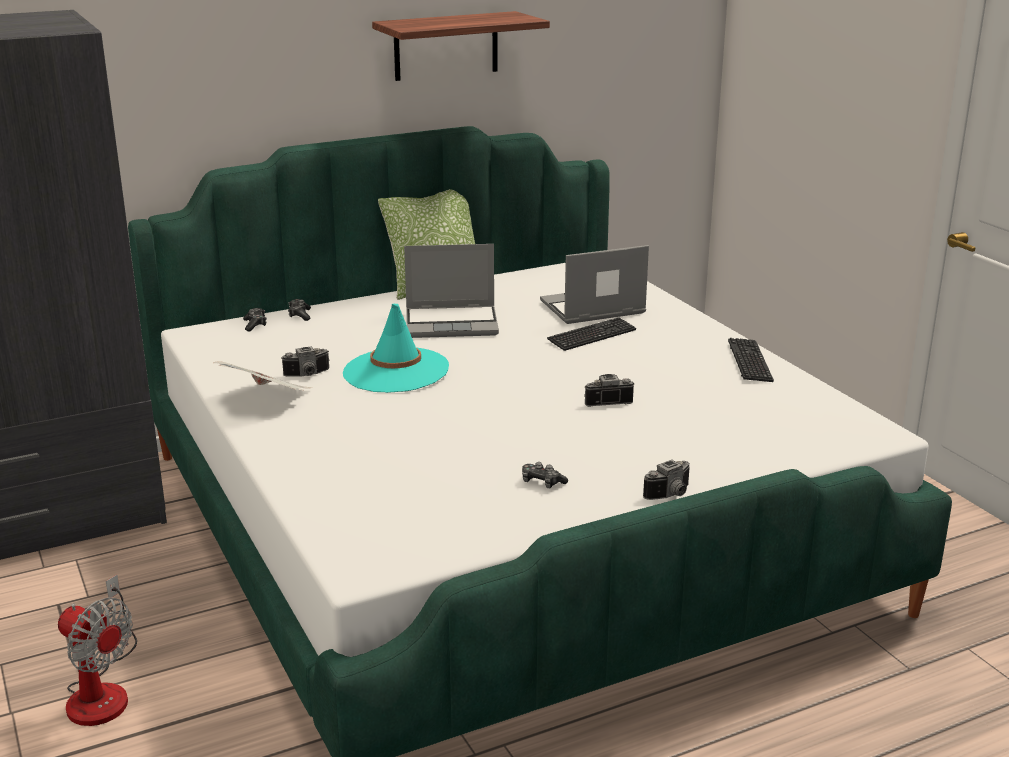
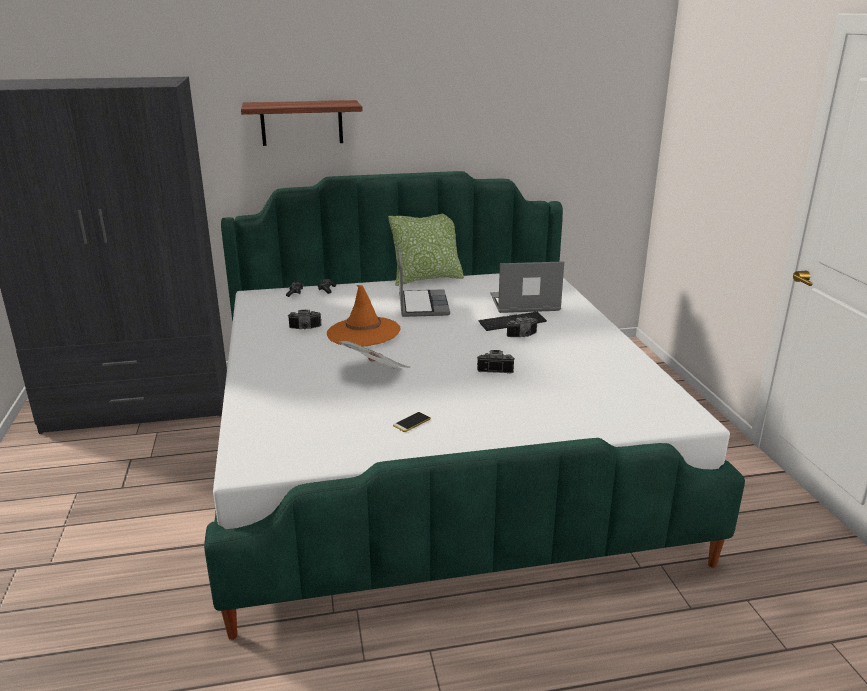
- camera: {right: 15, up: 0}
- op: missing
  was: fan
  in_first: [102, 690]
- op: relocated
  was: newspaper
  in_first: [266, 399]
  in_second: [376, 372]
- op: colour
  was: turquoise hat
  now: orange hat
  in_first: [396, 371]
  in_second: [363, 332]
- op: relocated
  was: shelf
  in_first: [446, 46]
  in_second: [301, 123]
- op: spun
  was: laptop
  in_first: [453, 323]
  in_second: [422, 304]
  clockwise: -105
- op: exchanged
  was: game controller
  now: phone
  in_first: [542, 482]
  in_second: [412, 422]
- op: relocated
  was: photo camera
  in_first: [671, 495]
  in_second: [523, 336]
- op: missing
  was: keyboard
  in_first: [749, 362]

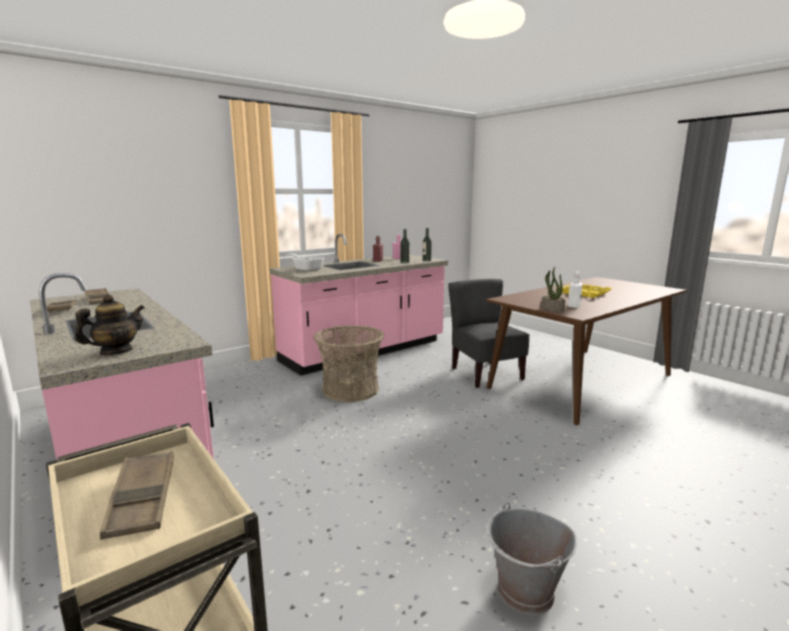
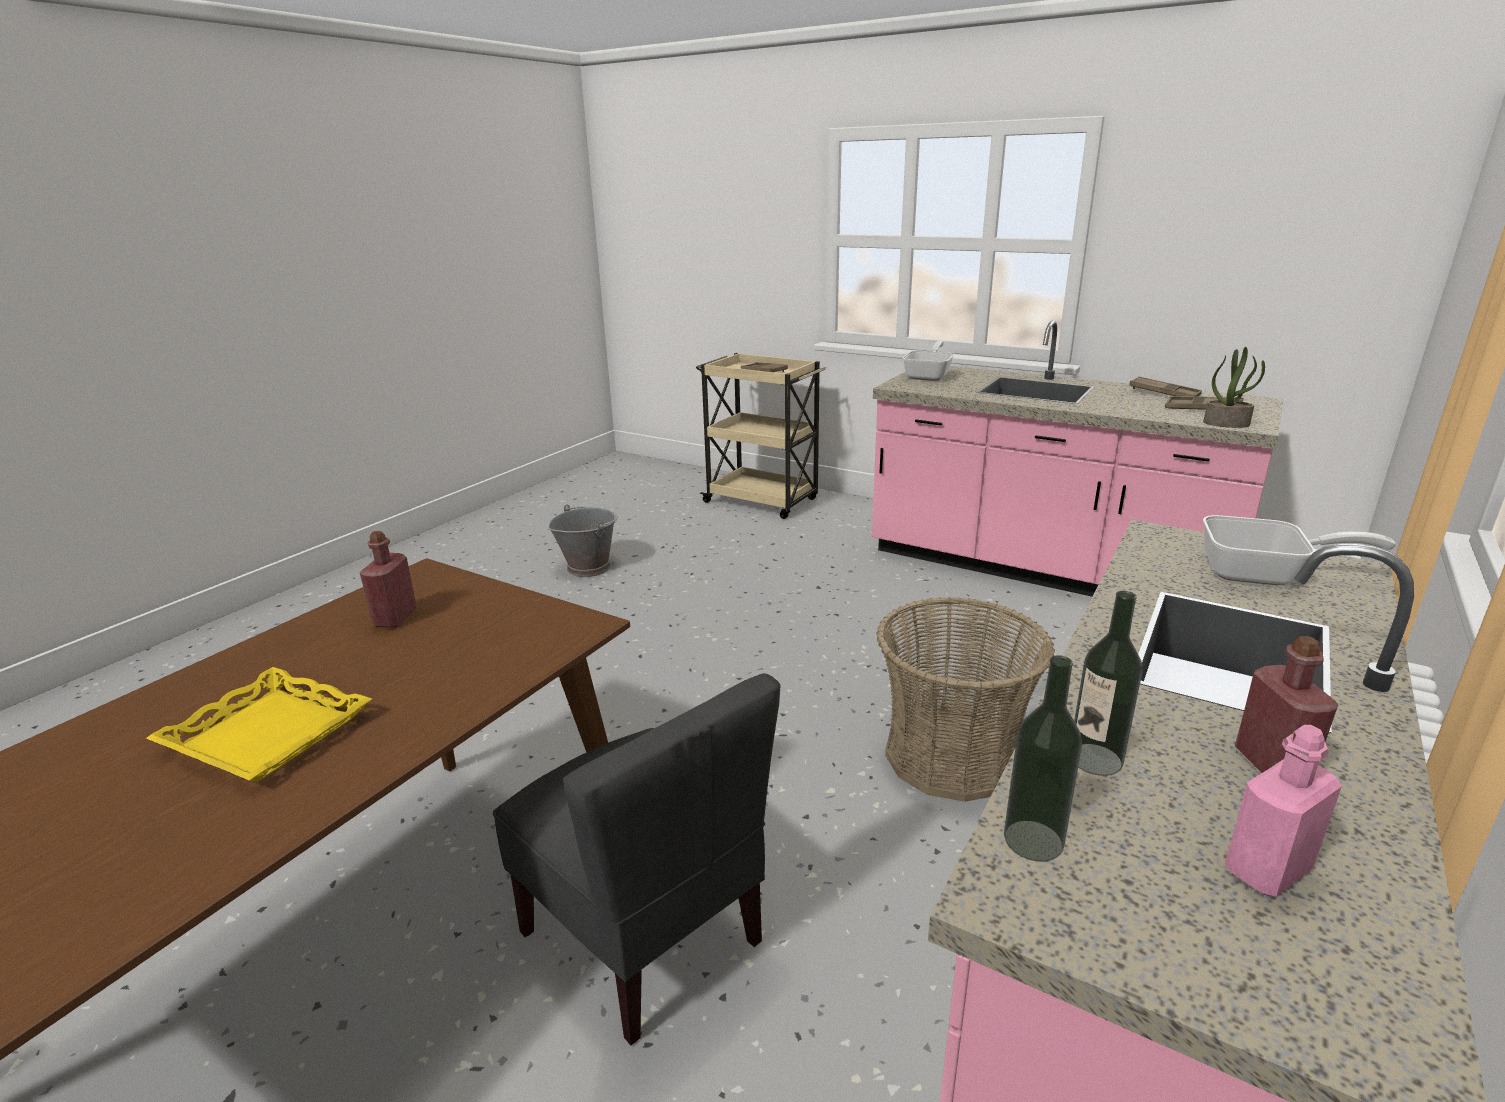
- camera: {right: 160, up: 10}
- op: exchanged
  was: teapot
  now: frying pan
  in_first: [116, 351]
  in_second: [929, 375]
- op: relocated
  was: potted plant
  in_first: [552, 309]
  in_second: [1226, 423]
- op: colour
  was: white bottle
  now: red bottle
  in_first: [574, 306]
  in_second: [395, 618]

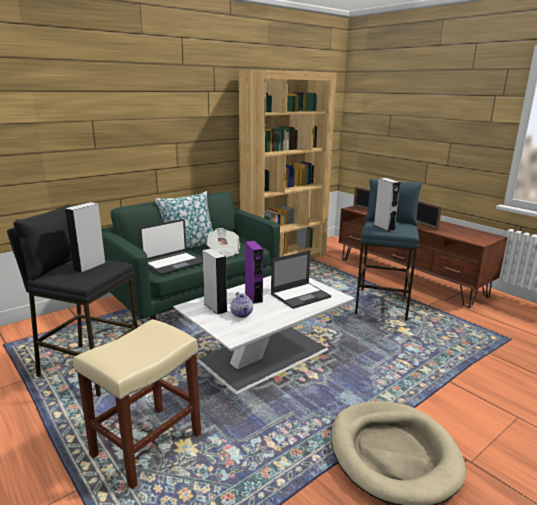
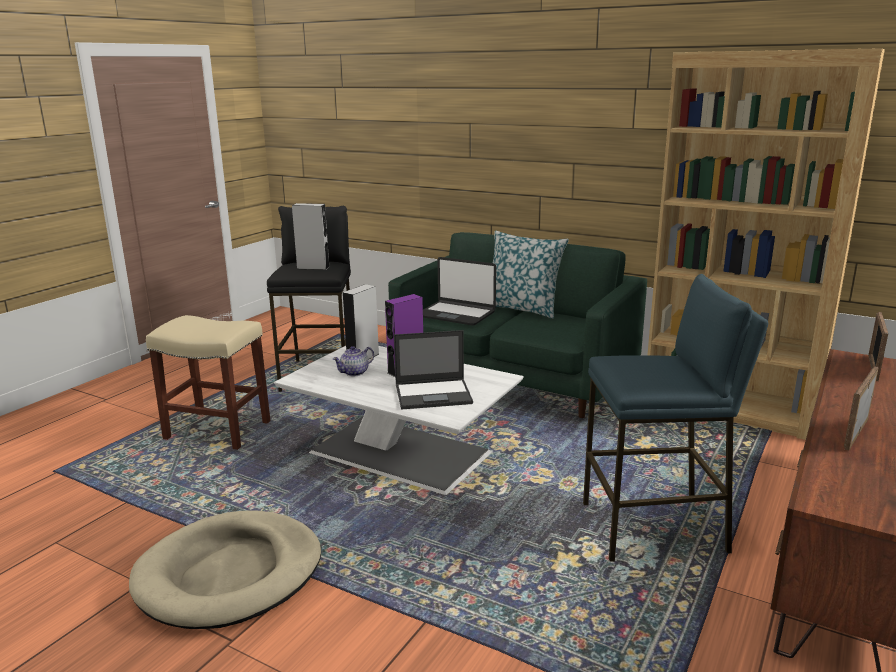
- camera: {right: 70, up: 0}
- op: missing
  was: newspaper
  in_first: [223, 252]
- op: spun
  was: laptop
  in_first: [301, 295]
  in_second: [434, 394]
  clockwise: -45
- op: missing
  was: grey speaker
  in_first: [384, 227]

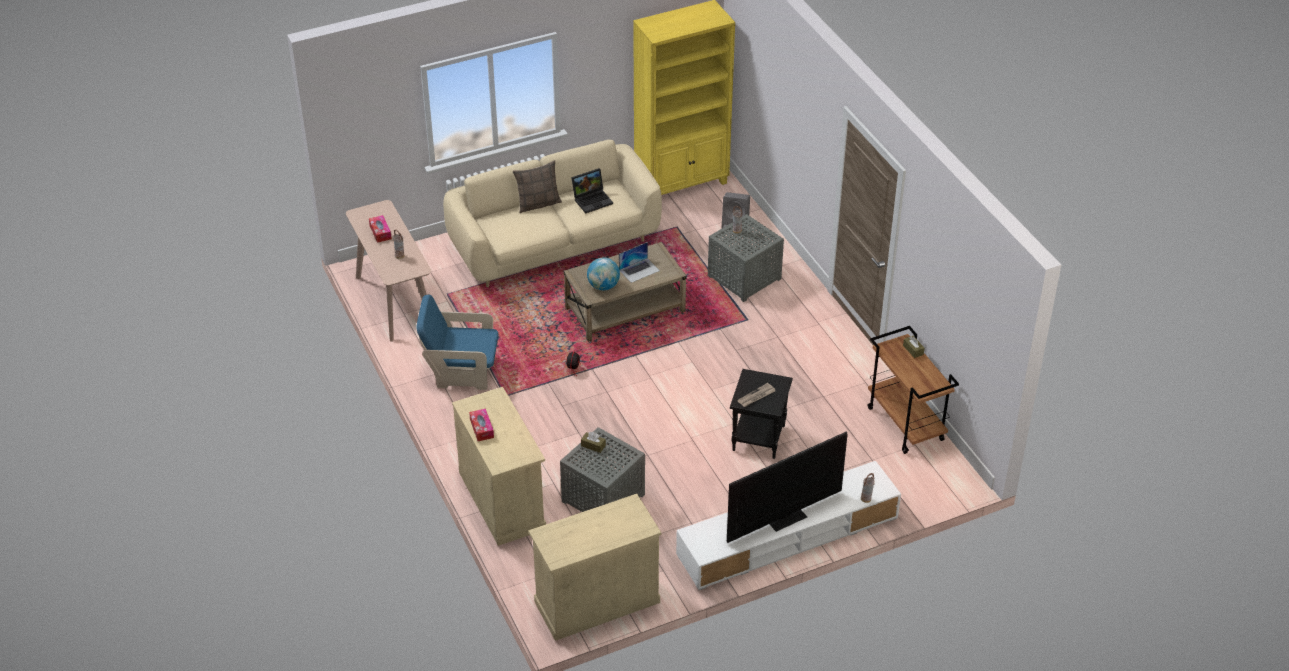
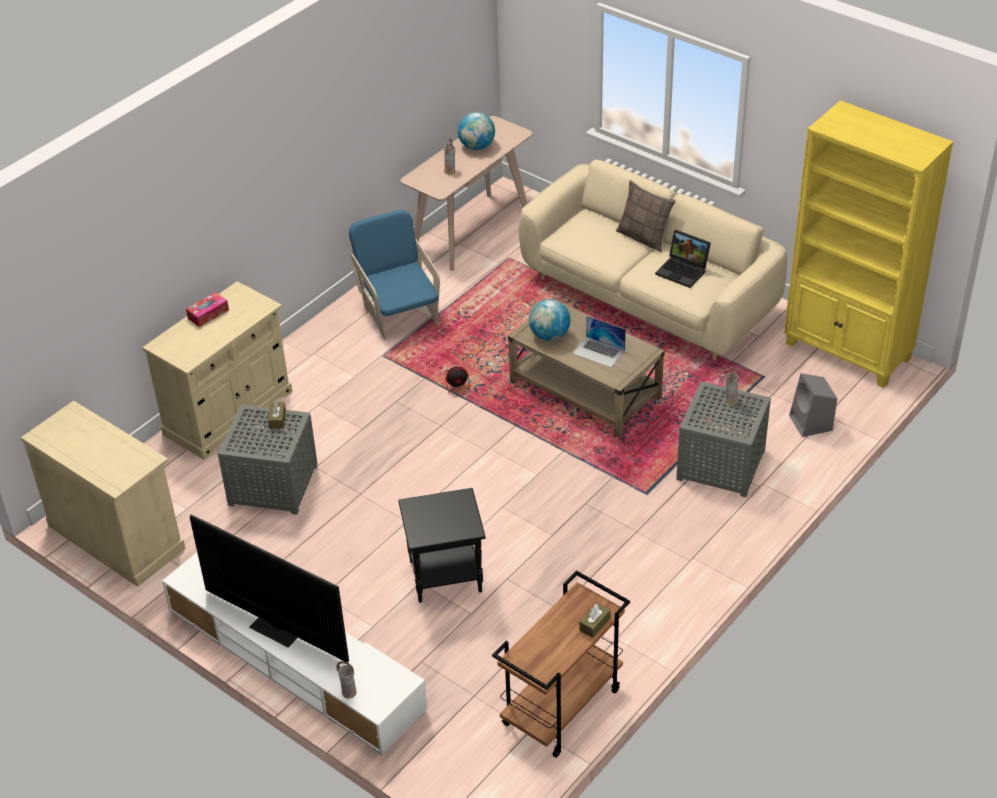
- camera: {right: 65, up: 0}
- op: exchanged
  was: tissue box
  now: globe
  in_first: [380, 232]
  in_second: [477, 147]
- op: missing
  was: newspaper
  in_first: [756, 396]

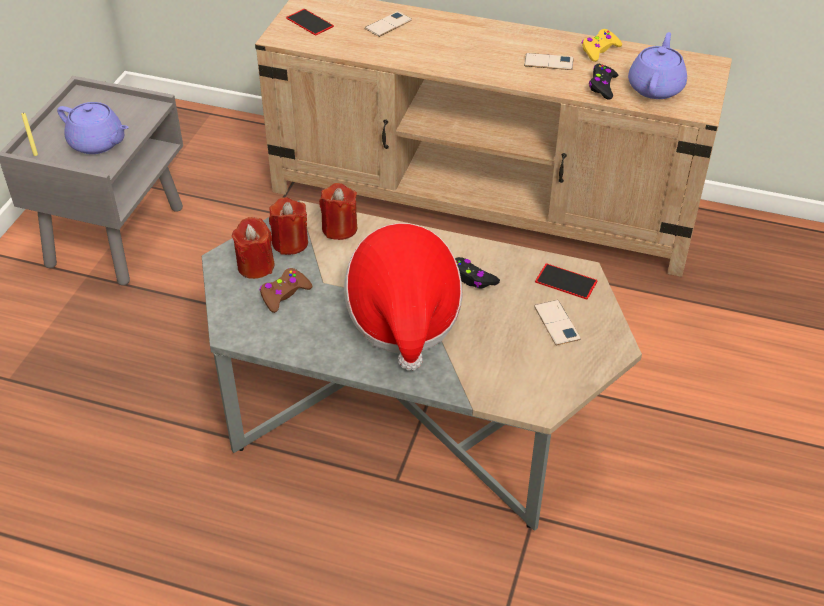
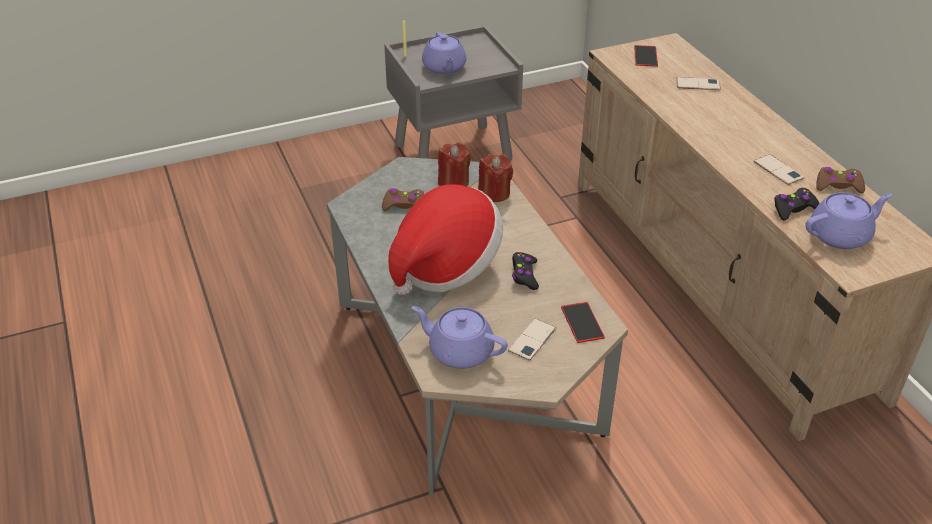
- camera: {right: 50, up: -5}
- op: missing
  was: red candle
  in_first: [256, 266]
- op: colour
  was: yellow game controller
  now: brown game controller
  in_first: [599, 50]
  in_second: [838, 185]
- op: appeared
  now: purple teapot
  in_second: [459, 351]

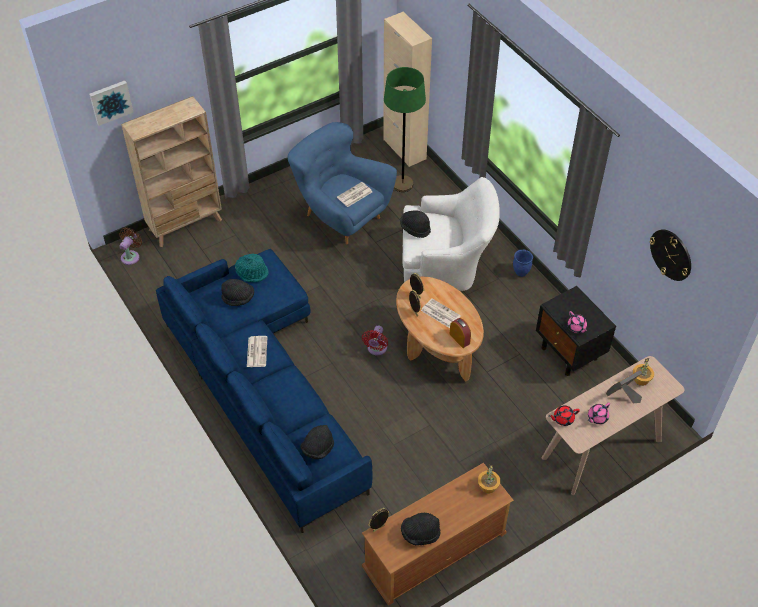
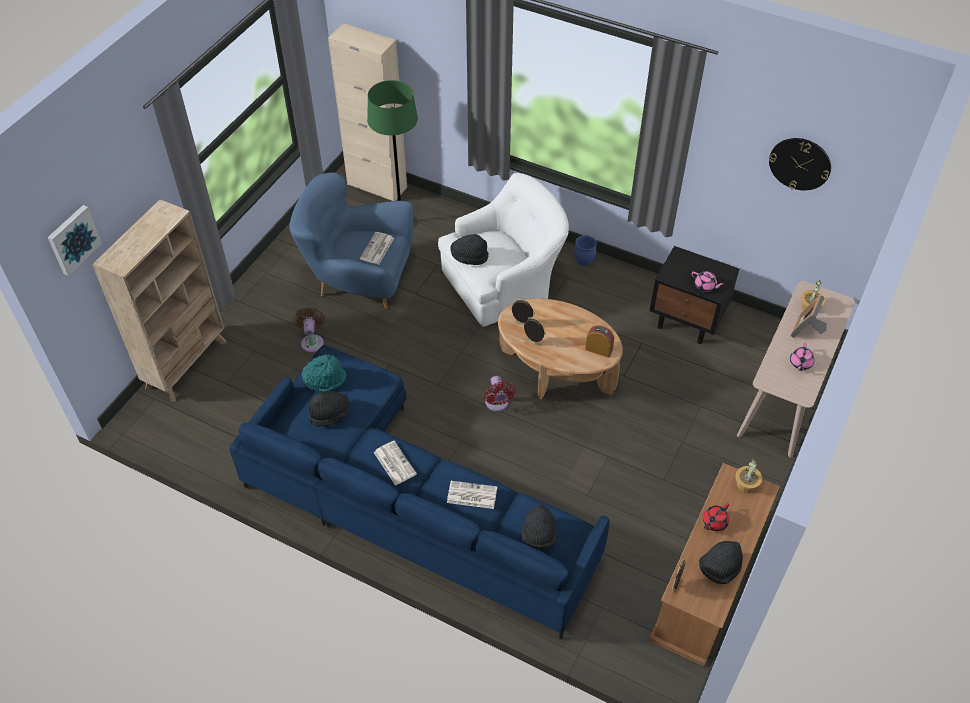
- camera: {right: -30, up: 0}
- op: relocated
  was: brown fan
  in_first: [131, 256]
  in_second: [312, 341]
- op: relocated
  was: newspaper
  in_first: [440, 313]
  in_second: [471, 495]
- op: relocated
  was: red teapot
  in_first: [563, 419]
  in_second: [714, 522]

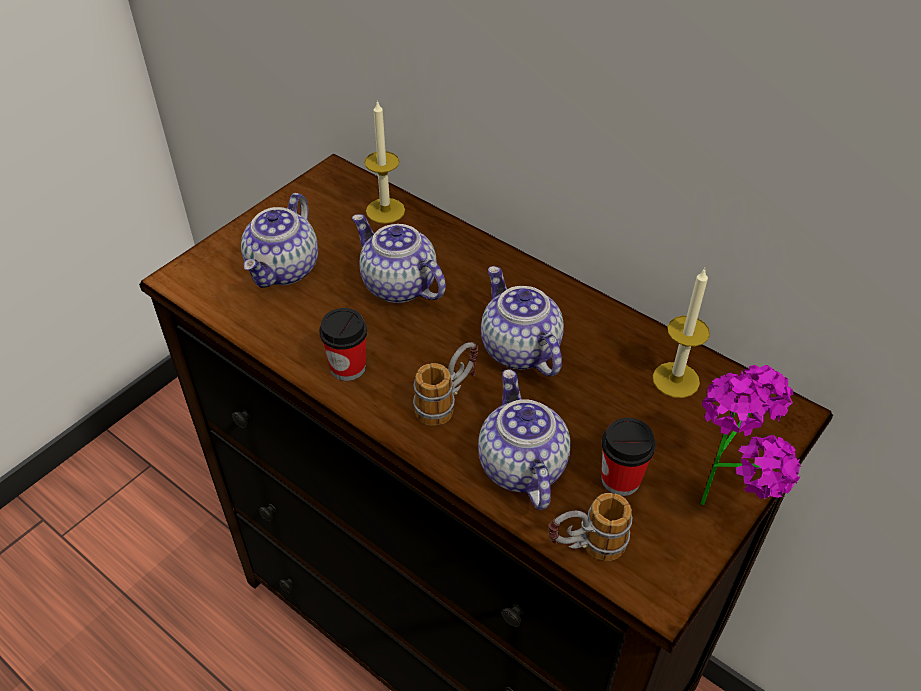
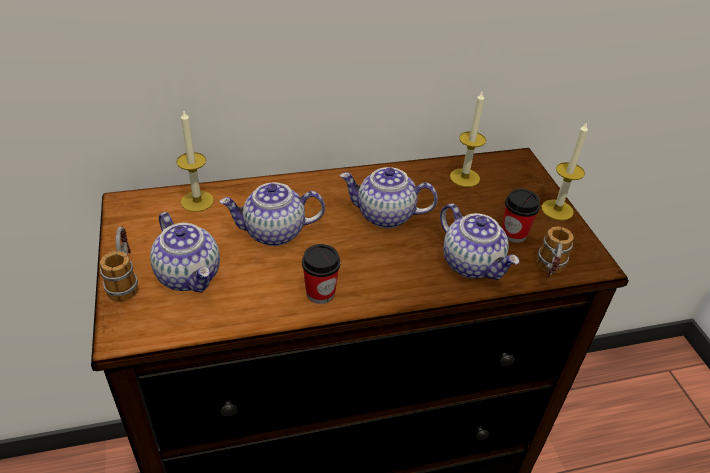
- camera: {right: -55, up: -5}
- op: relocated
  was: mug
  in_first: [448, 401]
  in_second: [125, 280]
- op: spun
  was: teapot
  in_first: [520, 466]
  in_second: [472, 264]
  clockwise: -150
- op: exchanged
  was: potted plant
  now: candle
  in_first: [725, 502]
  in_second: [557, 210]

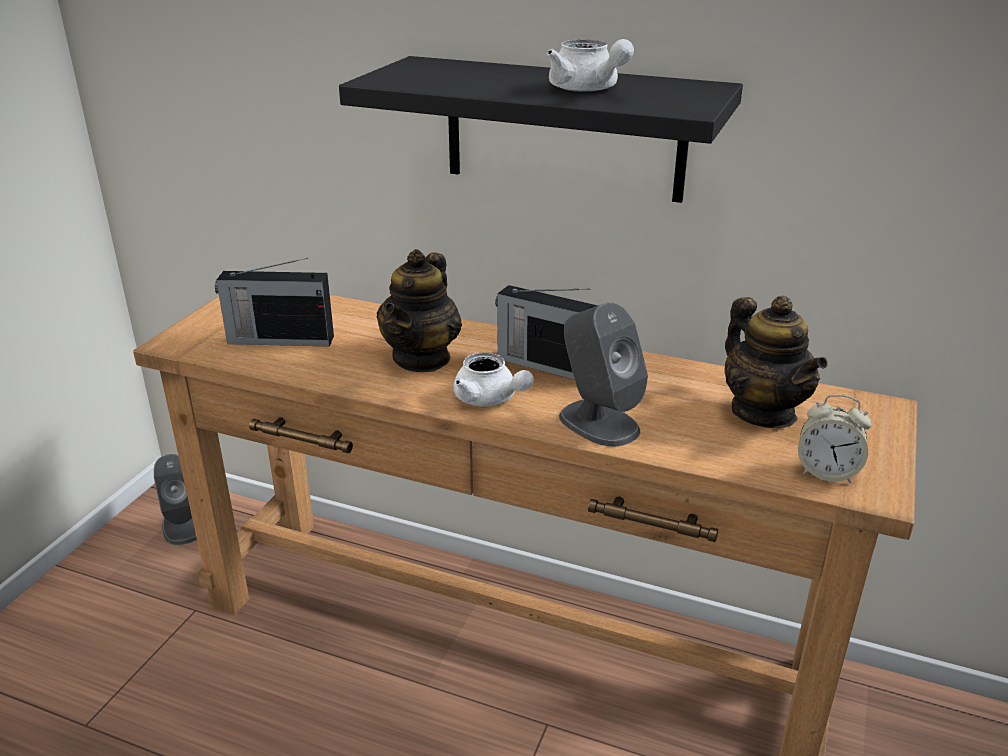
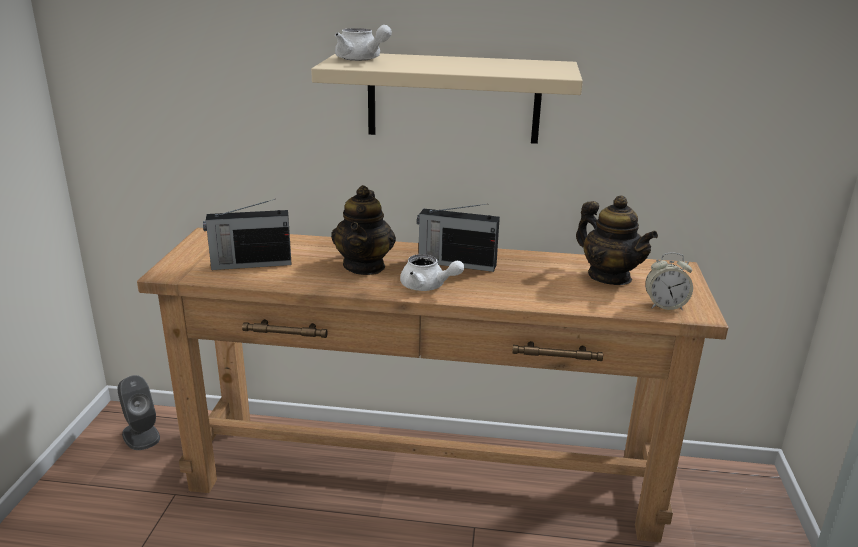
- camera: {right: -15, up: -5}
- op: colour
  was: black shelf
  now: beige shelf
  in_first: [564, 129]
  in_second: [453, 98]
- op: relocated
  was: white teapot
  in_first: [587, 90]
  in_second: [361, 59]
- op: missing
  was: grey speaker
  in_first: [598, 422]

